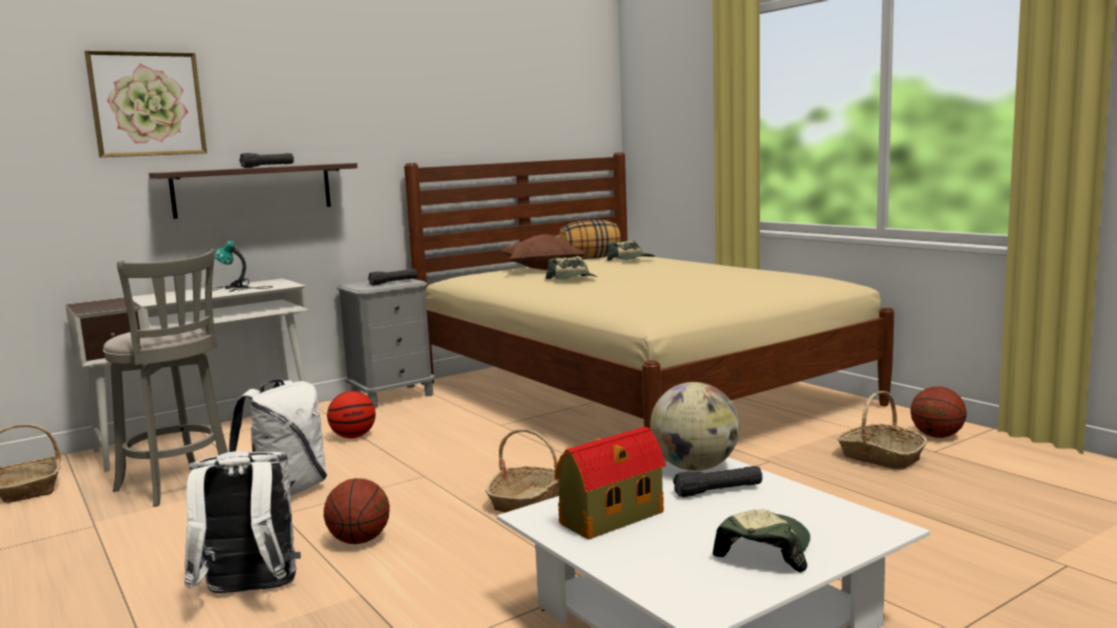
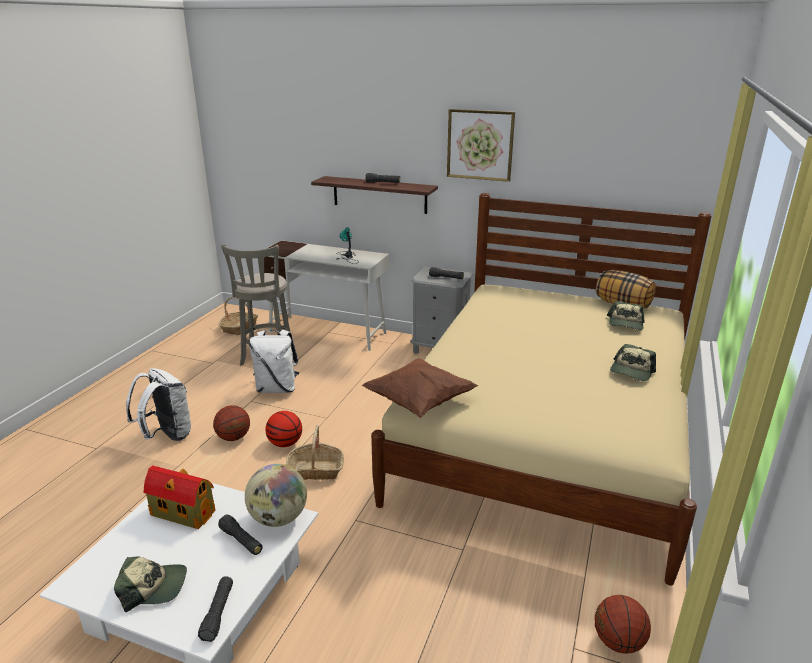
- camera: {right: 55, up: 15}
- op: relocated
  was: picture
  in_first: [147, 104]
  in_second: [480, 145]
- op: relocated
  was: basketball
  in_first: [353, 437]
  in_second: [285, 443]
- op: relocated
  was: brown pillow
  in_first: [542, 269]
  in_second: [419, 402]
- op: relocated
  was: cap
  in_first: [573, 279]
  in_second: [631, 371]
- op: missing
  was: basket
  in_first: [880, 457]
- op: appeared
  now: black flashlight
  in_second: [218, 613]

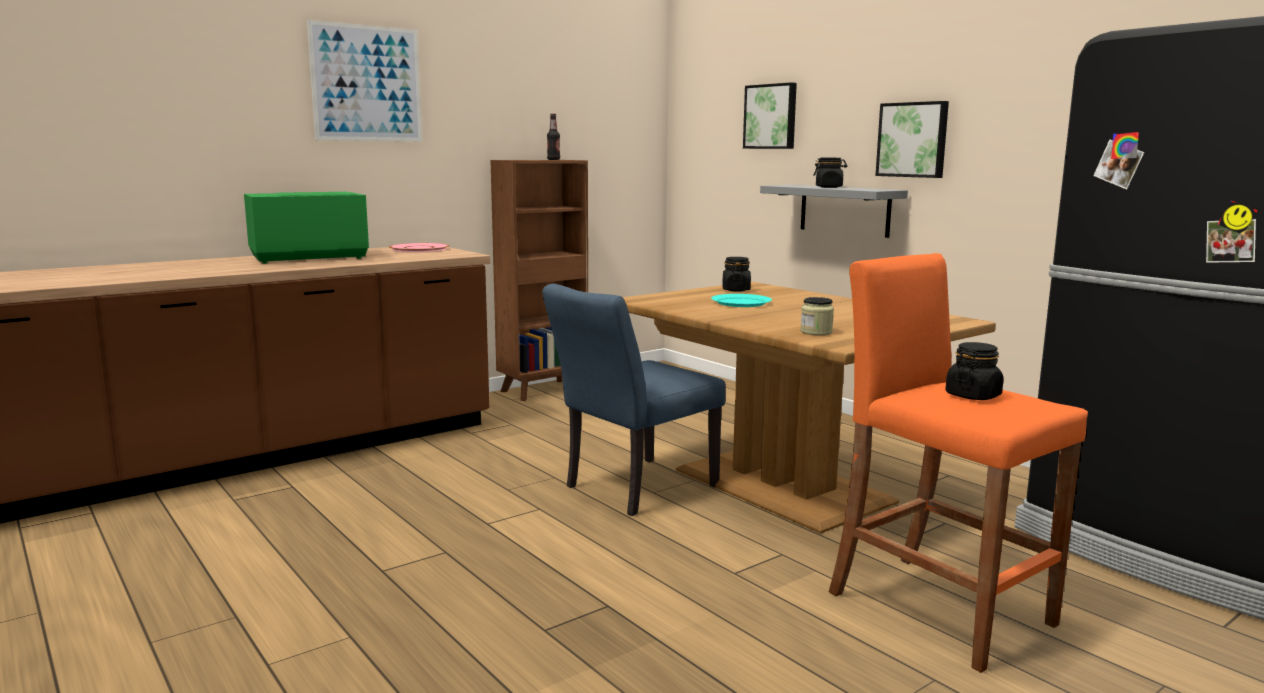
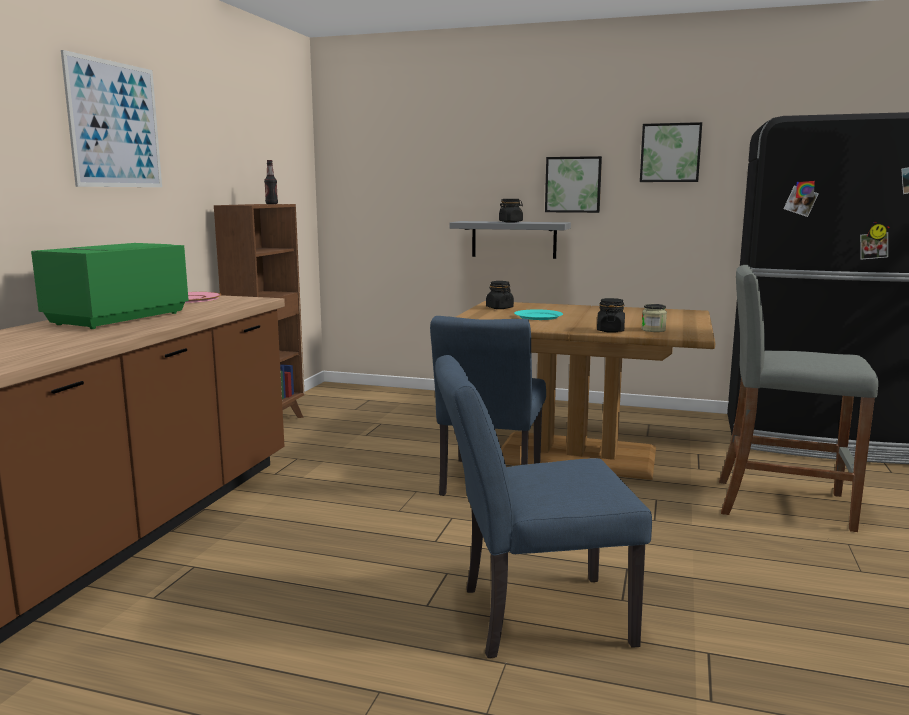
- camera: {right: -35, up: 0}
- op: relocated
  was: picture
  in_first: [771, 116]
  in_second: [670, 153]
- op: colour
  was: orange stool
  now: grey stool
  in_first: [938, 608]
  in_second: [781, 504]
- op: relocated
  was: black jar
  in_first: [973, 396]
  in_second: [610, 331]
- op: appeared
  now: blue chair
  in_second: [531, 616]

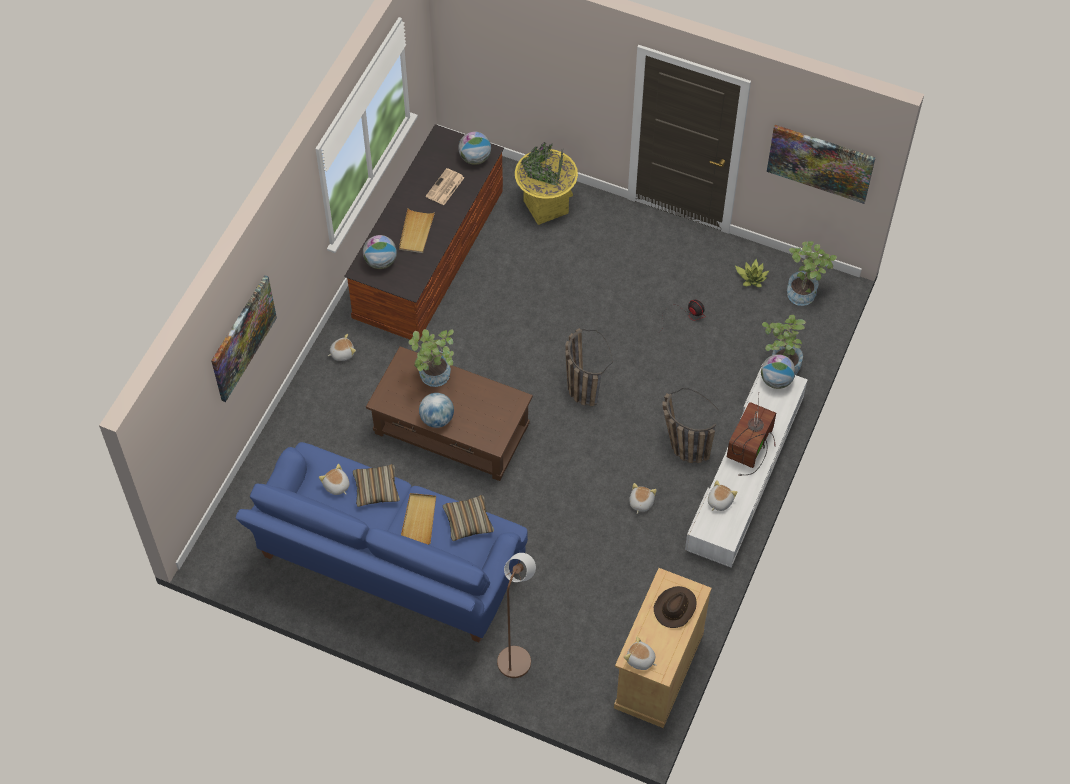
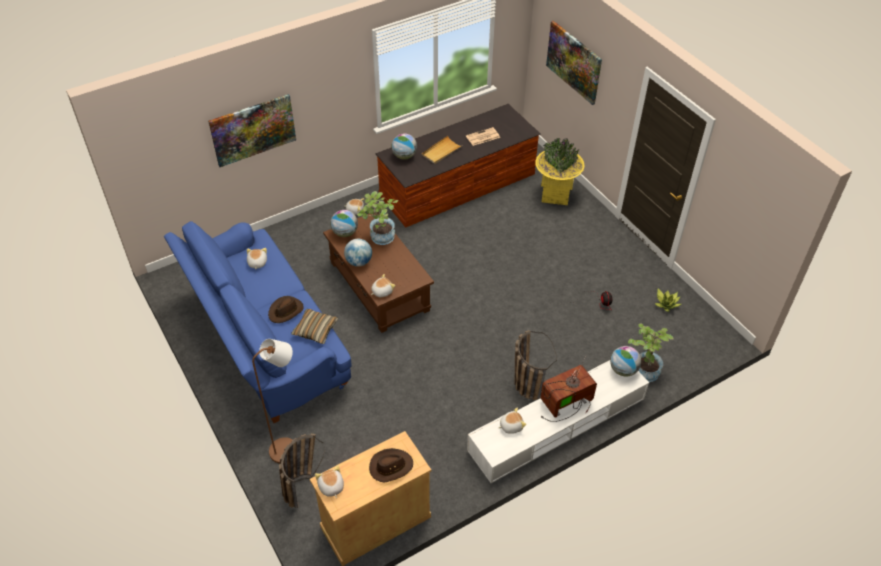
- camera: {right: 35, up: -10}
- op: missing
  was: pillow
  in_first: [376, 489]
- op: exchanged
  was: beige tray
  now: brown hat
  in_first: [419, 520]
  in_second: [286, 311]
- op: relocated
  was: globe
  in_first: [475, 158]
  in_second: [345, 233]
- op: relocated
  was: basket
  in_first: [580, 383]
  in_second: [301, 483]
- op: relocated
  was: plush toy
  in_first: [640, 502]
  in_second: [382, 291]
- op: relocated
  was: picture
  in_first: [820, 163]
  in_second: [574, 62]
- op: missing
  was: potted plant
  in_first: [805, 292]

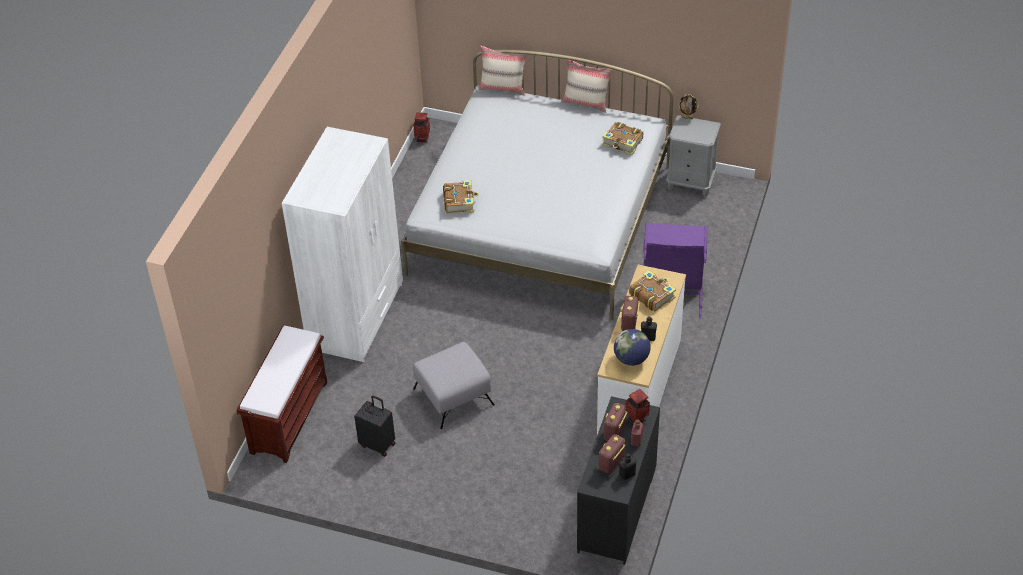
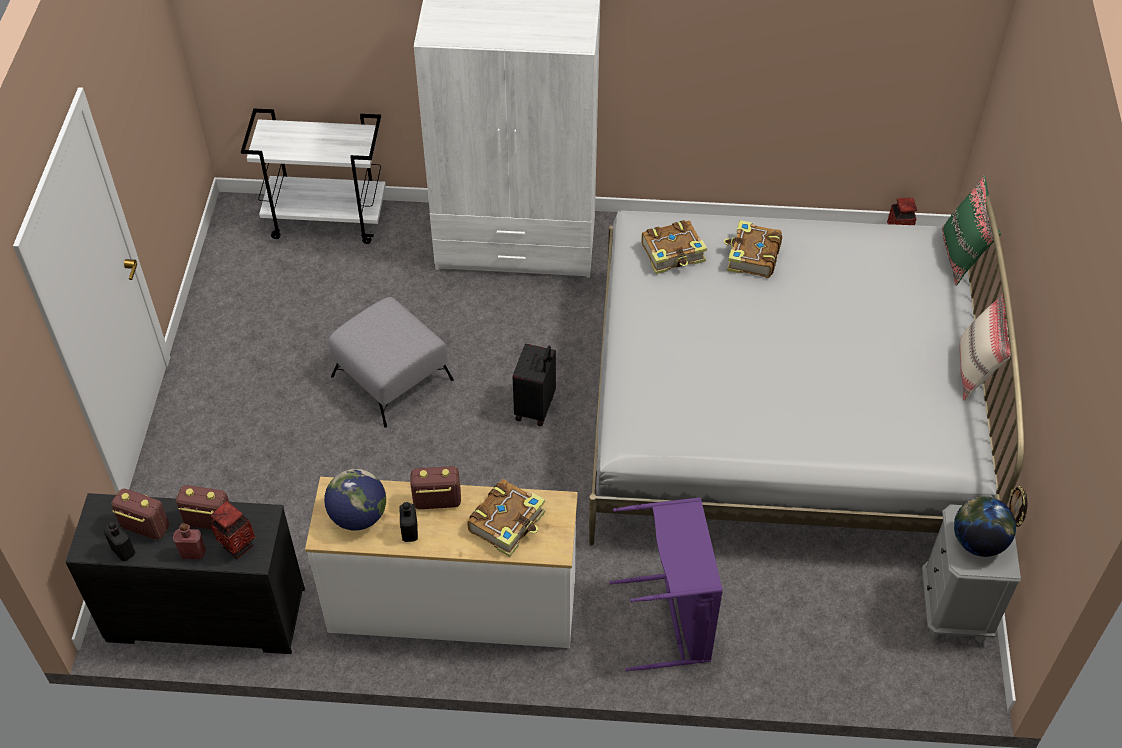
- camera: {right: 75, up: 5}
- op: exchanged
  was: brown bench
  now: white cart
  in_first: [289, 416]
  in_second: [327, 219]
- op: relocated
  was: black suitcase
  in_first: [378, 444]
  in_second: [536, 408]
- op: colour
  was: beige pillow
  now: green pillow
  in_first: [503, 87]
  in_second: [961, 256]
- op: relocated
  was: book
  in_first: [623, 143]
  in_second: [752, 257]
- op: appeared
  now: globe
  in_second: [978, 542]

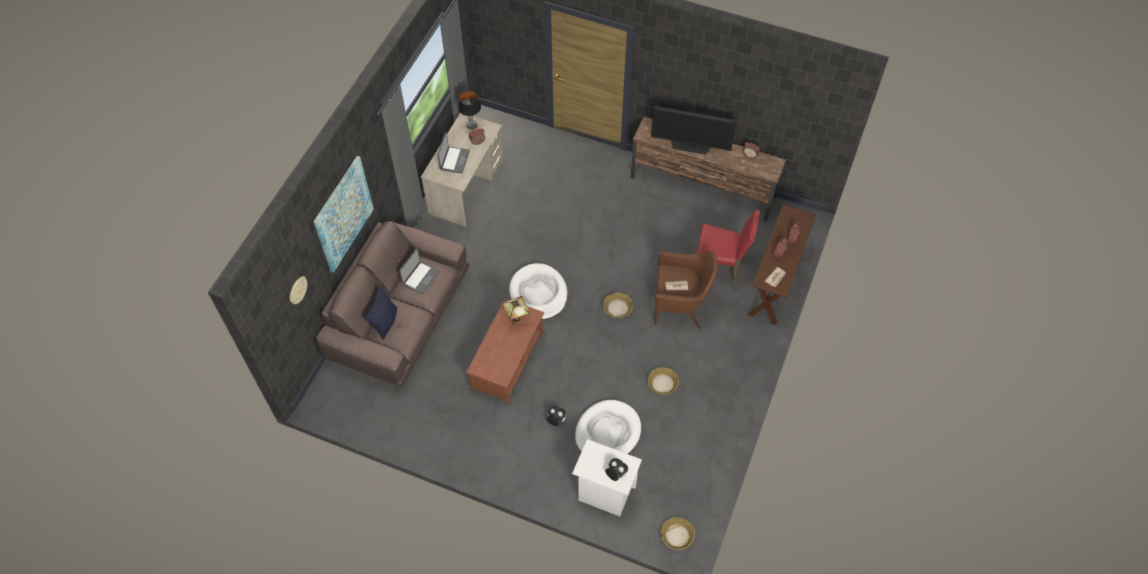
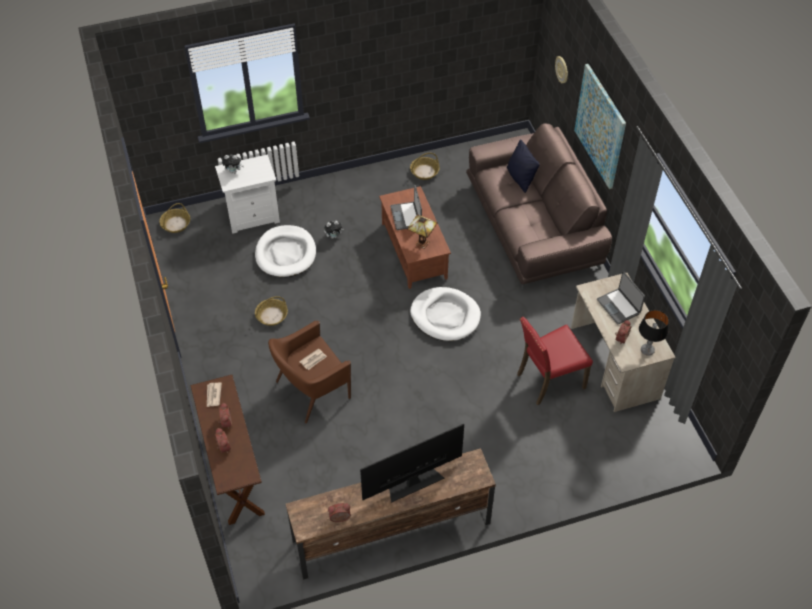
- camera: {right: 140, up: -5}
- op: relocated
  was: laptop
  in_first: [420, 277]
  in_second: [406, 216]
- op: relocated
  was: basket
  in_first: [617, 308]
  in_second: [424, 171]
- op: relocated
  was: red chair
  in_first: [719, 268]
  in_second: [548, 380]

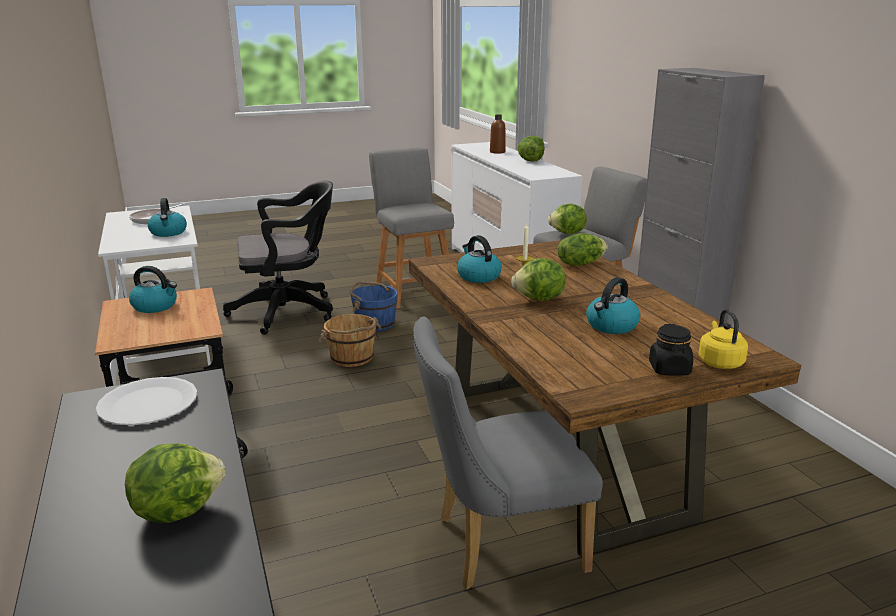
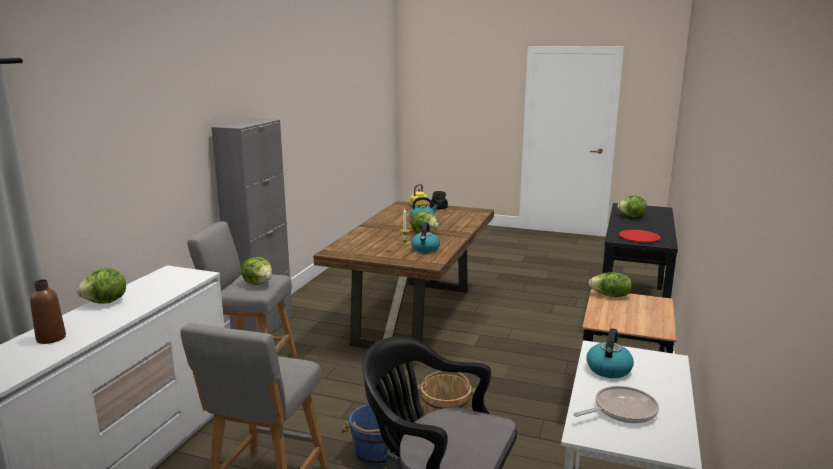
- camera: {right: -140, up: -5}
- op: colour
  was: white plate
  now: red plate
  in_first: [148, 404]
  in_second: [639, 237]
- op: missing
  was: kettle
  in_first: [156, 306]
- op: missing
  was: grey chair
  in_first: [499, 545]
- op: relocated
  was: lettuce
  in_first: [580, 263]
  in_second: [610, 295]

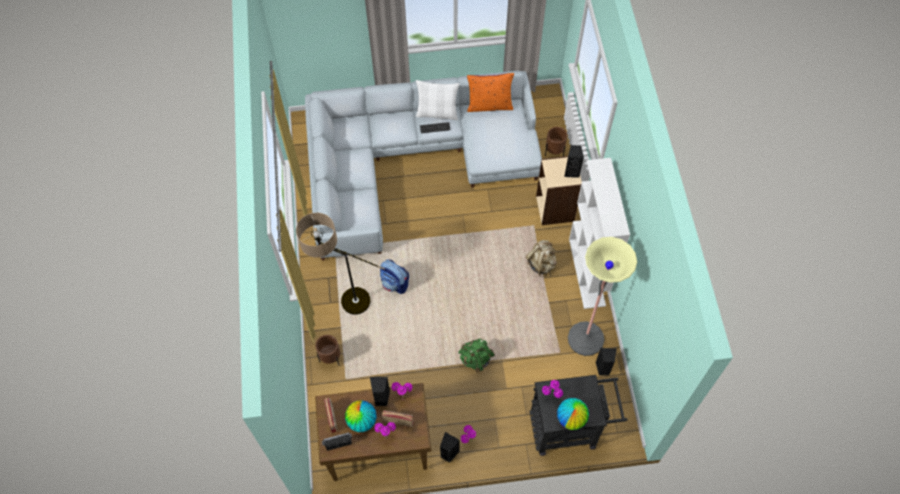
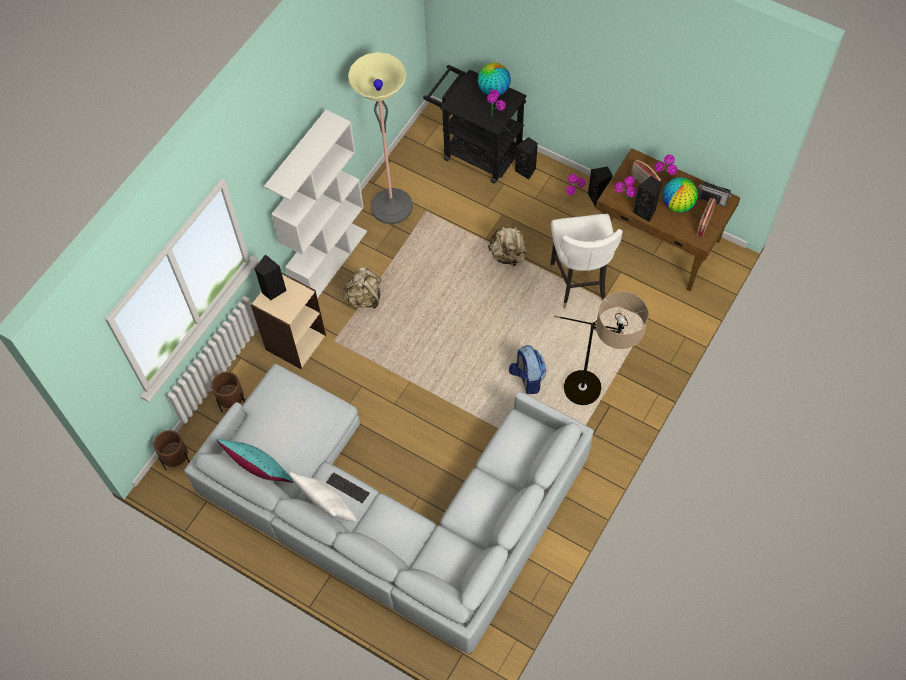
- camera: {right: -140, up: 0}
- op: relocated
  was: brown planter
  in_first: [330, 358]
  in_second: [178, 461]
- op: colour
  was: green backpack
  now: beige backpack
  in_first: [476, 359]
  in_second: [508, 255]
- op: colour
  was: orange pillow
  now: turquoise pillow
  in_first: [489, 105]
  in_second: [260, 472]
- op: relocated
  was: black speaker
  in_first: [603, 368]
  in_second: [526, 170]
- op: appeared
  now: white chair
  in_second: [579, 283]

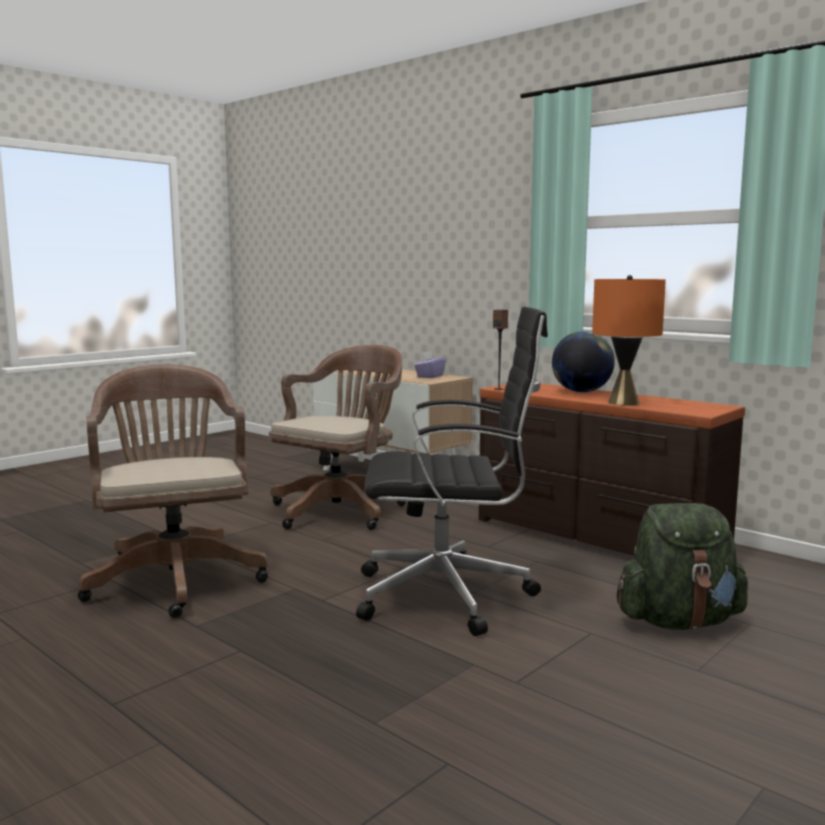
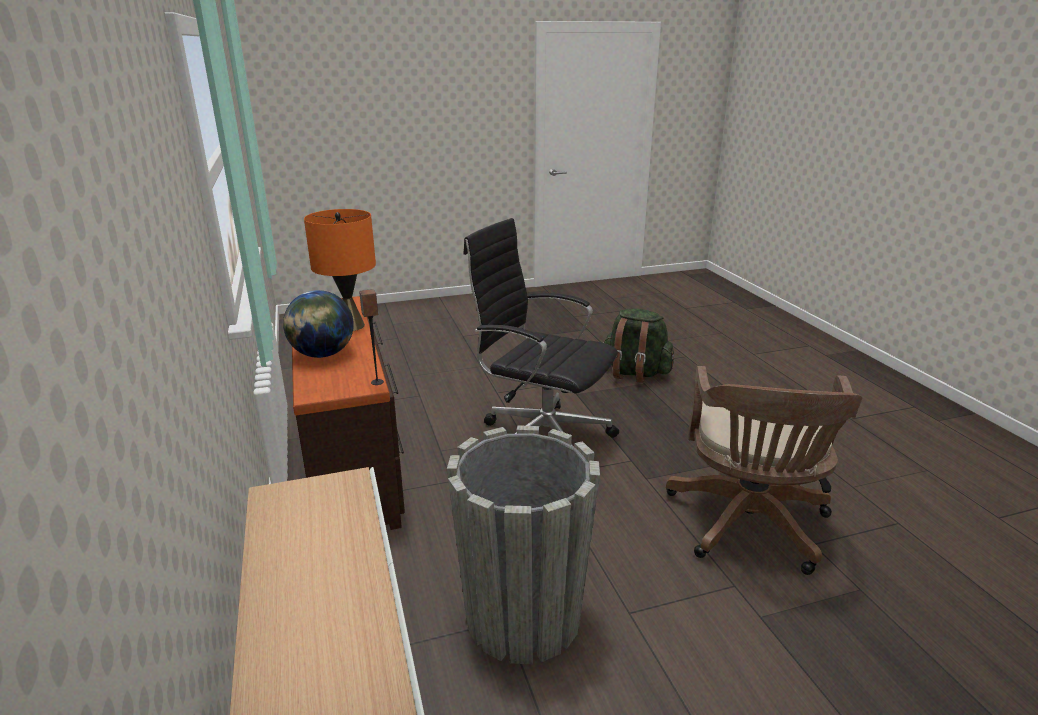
- camera: {right: -150, up: 15}
- op: exchanged
  was: brown office chair
  now: grey planter
  in_first: [341, 509]
  in_second: [523, 617]
- op: missing
  was: purple tissue box
  in_first: [430, 376]
- op: relocated
  was: green backpack
  in_first: [679, 621]
  in_second: [635, 373]

